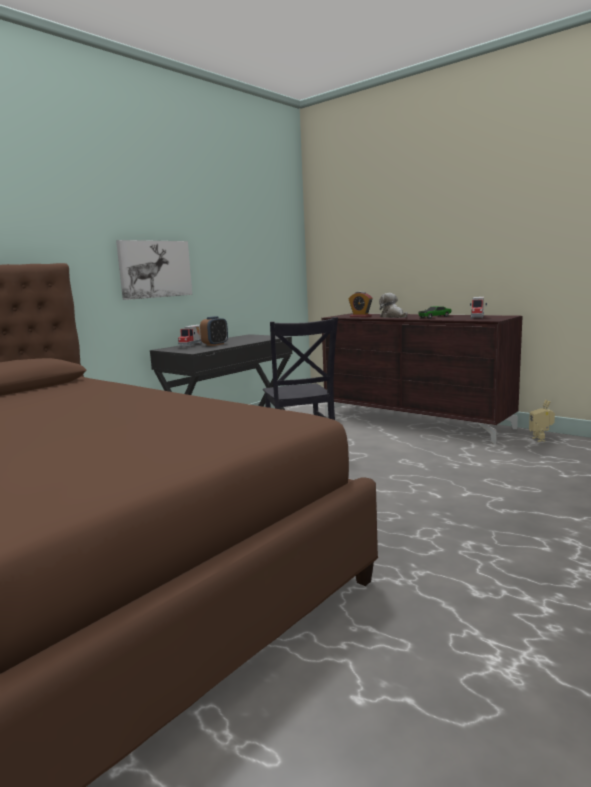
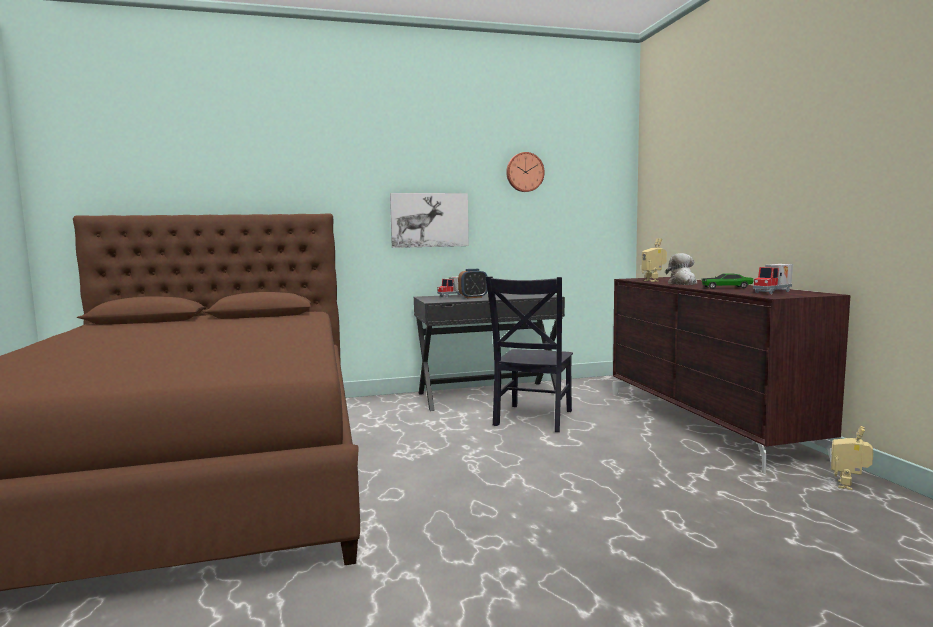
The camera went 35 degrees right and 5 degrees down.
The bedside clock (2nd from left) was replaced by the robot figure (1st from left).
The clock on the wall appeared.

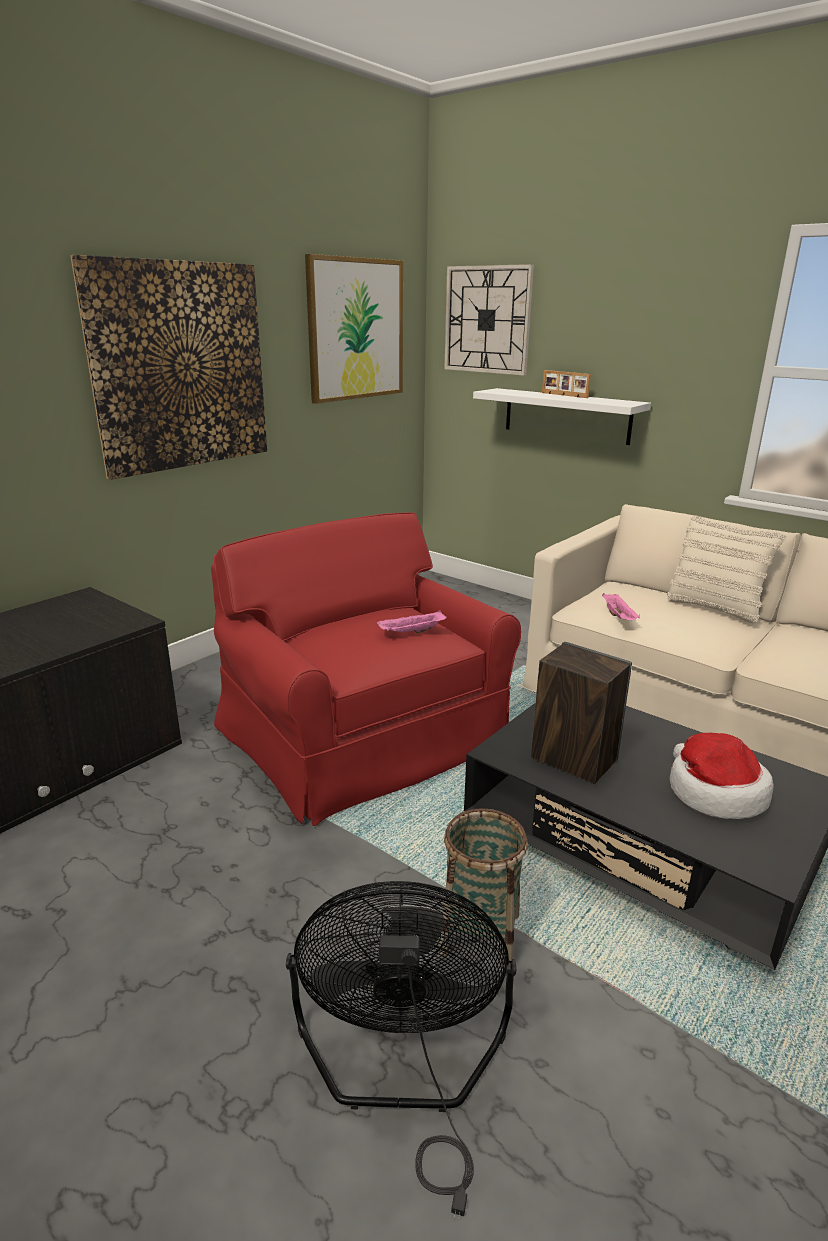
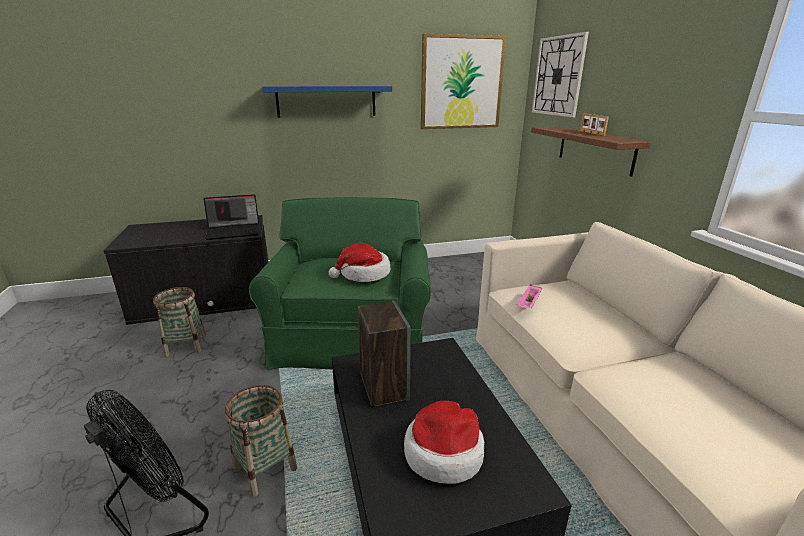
The camera went 35 degrees right and 0 degrees up.
The wall picture (1st from left) was replaced by the blue bracket shelf.
The red-coloured armchair became the green armchair.
The pink-coloured serving tray (1st from left) was replaced by the clothing hat (1st from left).
The white bracket shelf became the brown-coloured bracket shelf.
The beige throw pillow disappeared.
The basket (1st from left) appeared.
The portable computer appeared.

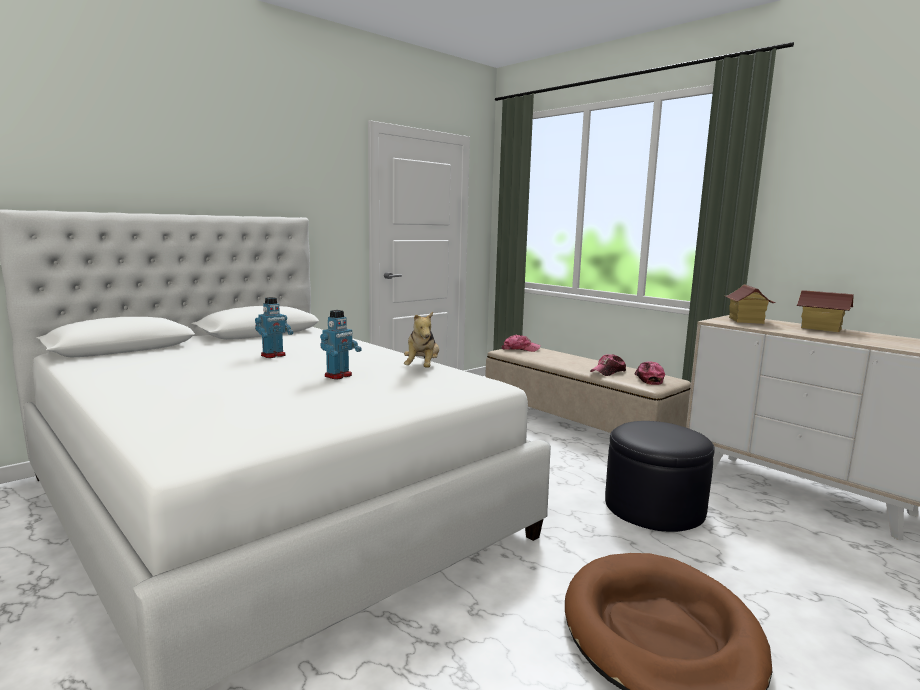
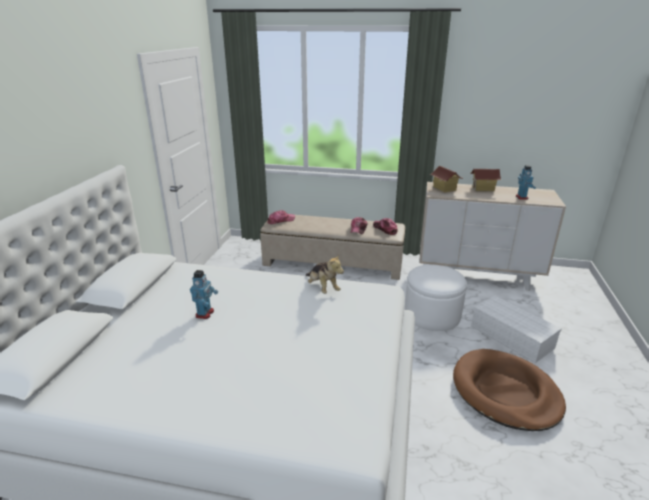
The camera went 35 degrees left and 15 degrees up.
The robot figure (2nd from left) moved.
The blackish footrest became the white footrest.
The white storage box appeared.

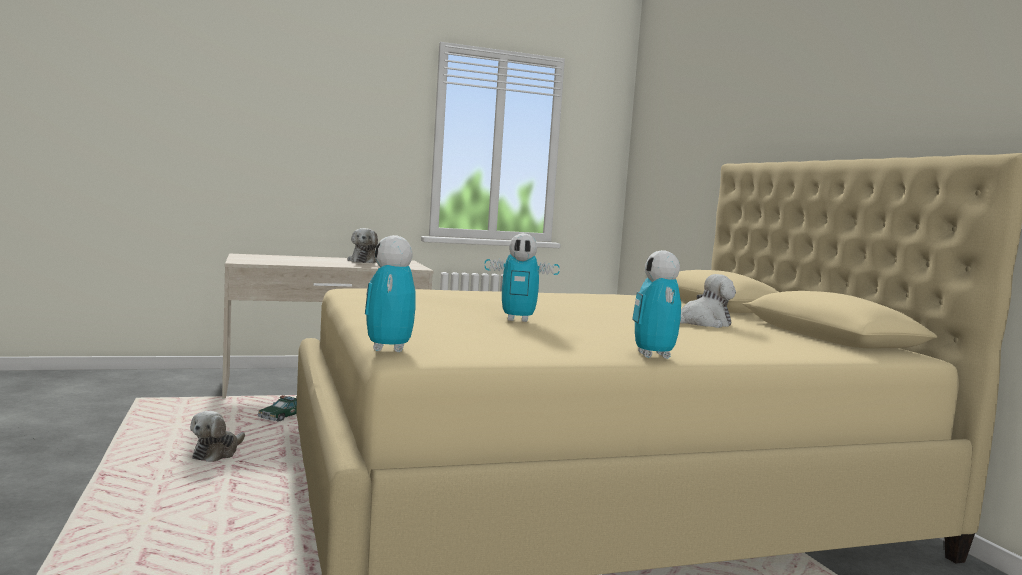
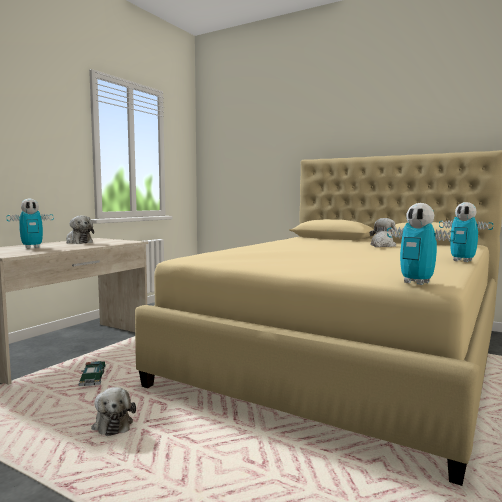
The camera went 40 degrees left and 0 degrees up.
The robot figure (2nd from left in the first image) moved.

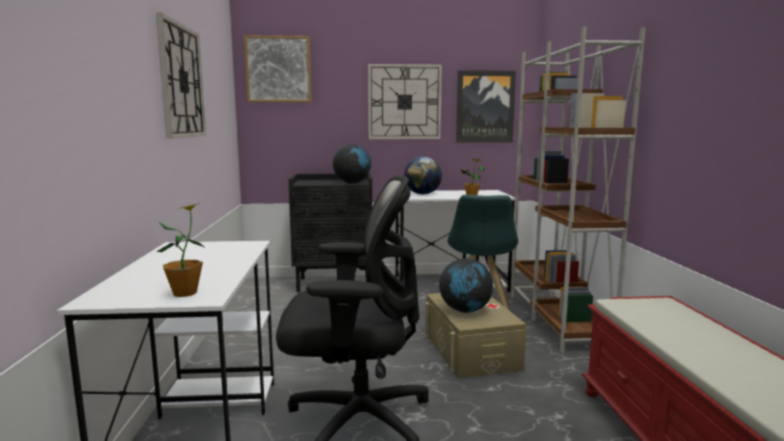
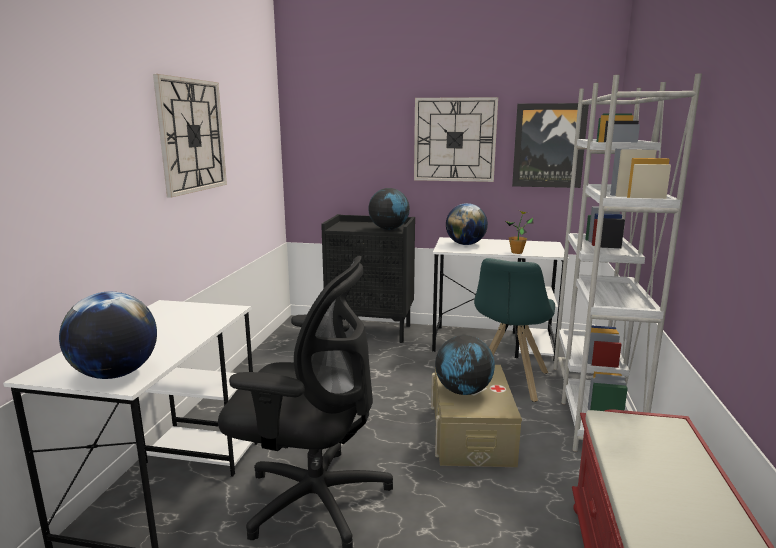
The camera went 15 degrees right and 5 degrees up.
The houseplant (1st from left) was replaced by the world globe (1st from left).
The wall picture (1st from left) disappeared.
The brown-coloured bookshelf became the white bookshelf.

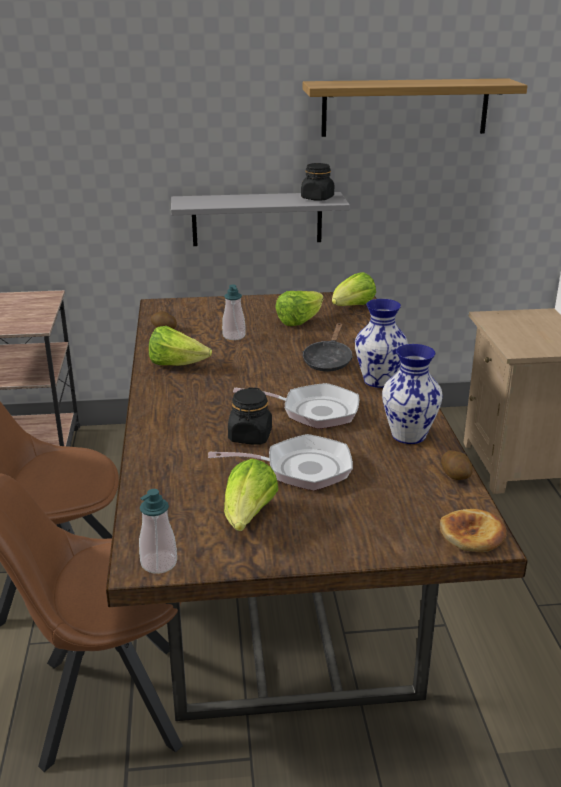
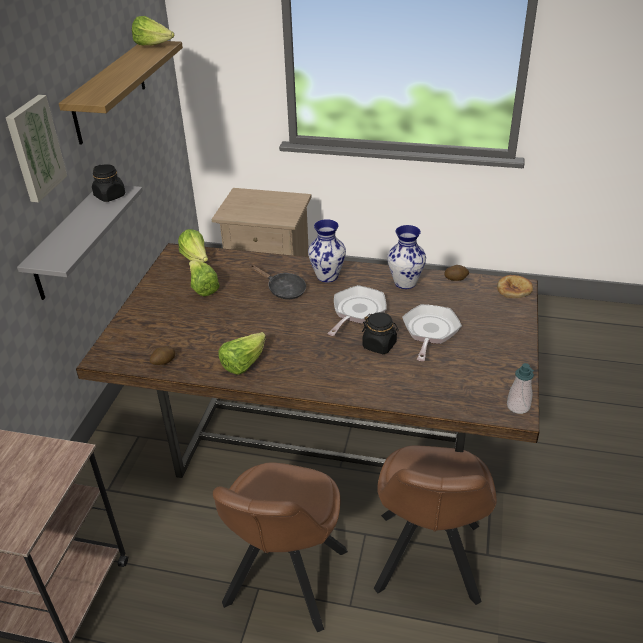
The camera went 70 degrees left and 10 degrees up.
The liquid soap bottle (2nd from left) disappeared.
The lettuce (2nd from left in the first image) moved.
The wall picture appeared.

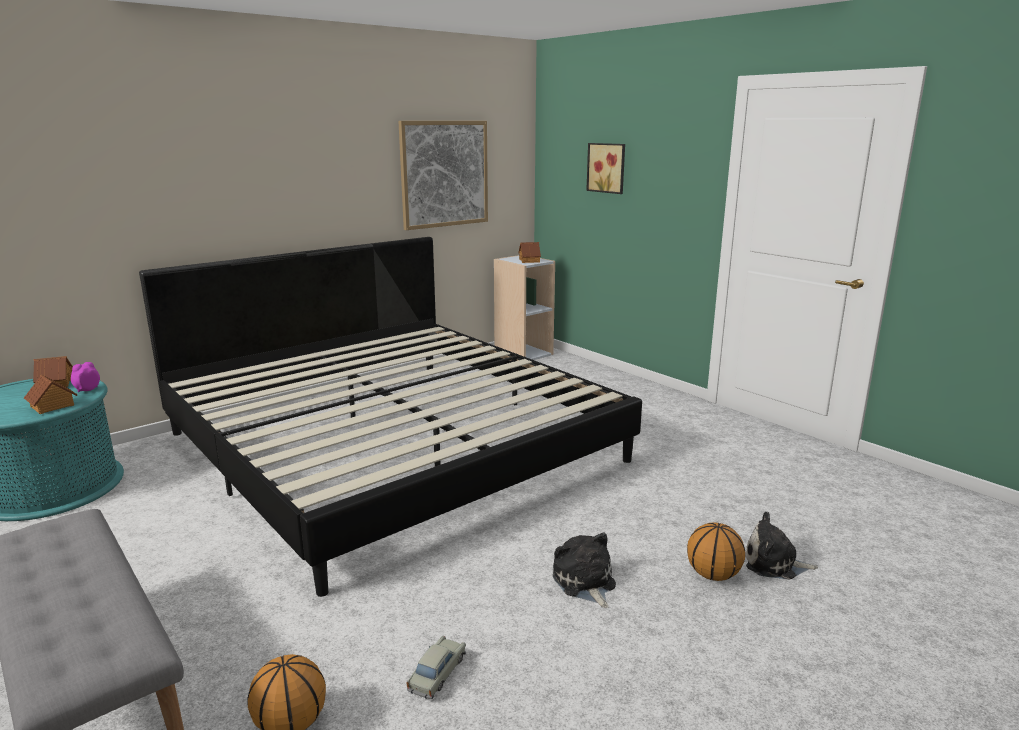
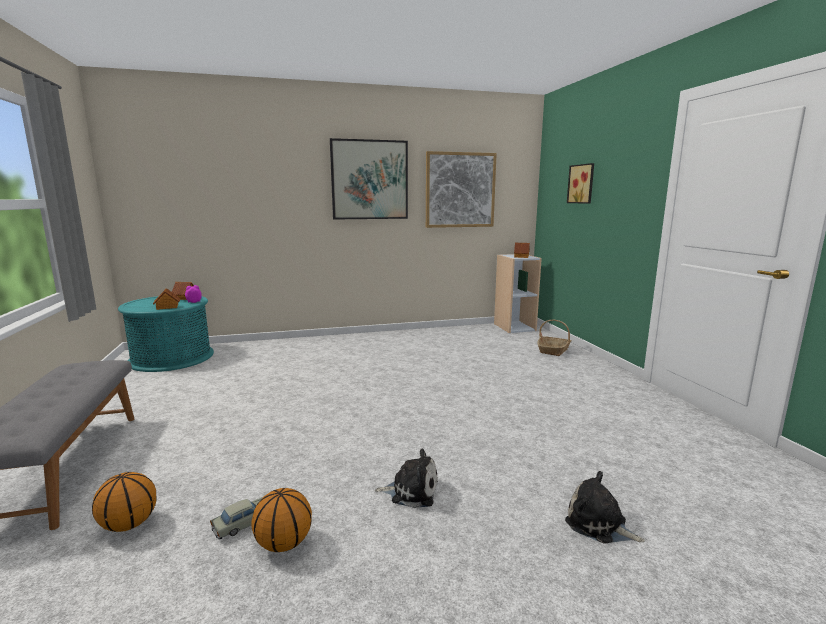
The camera went 25 degrees right and 5 degrees down.
The bed disappeared.
The plush toy (1st from left) turned 90 degrees clockwise.
The basketball ball (2nd from left) moved.
The wall picture (1st from left) appeared.
The basket appeared.

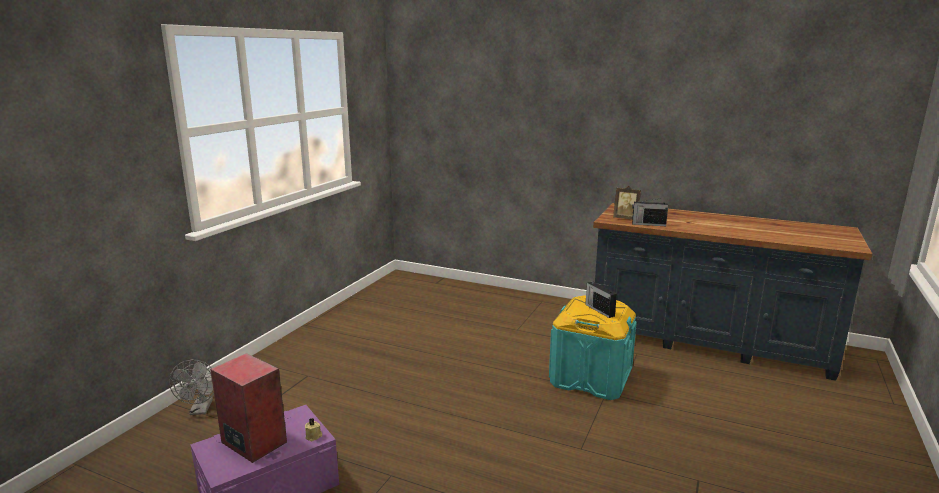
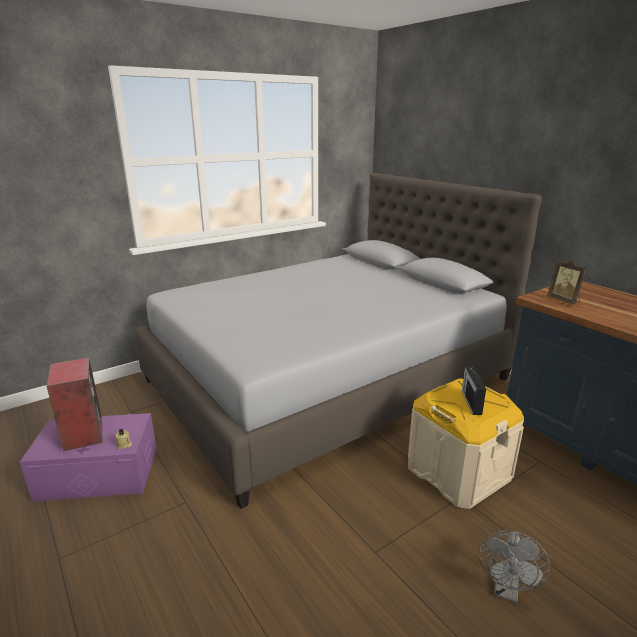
The camera went 30 degrees right and 5 degrees up.
The grey fan moved.
The turquoise-coloured storage box became the beige storage box.
The radio set (2nd from left) disappeared.
The grey bed appeared.

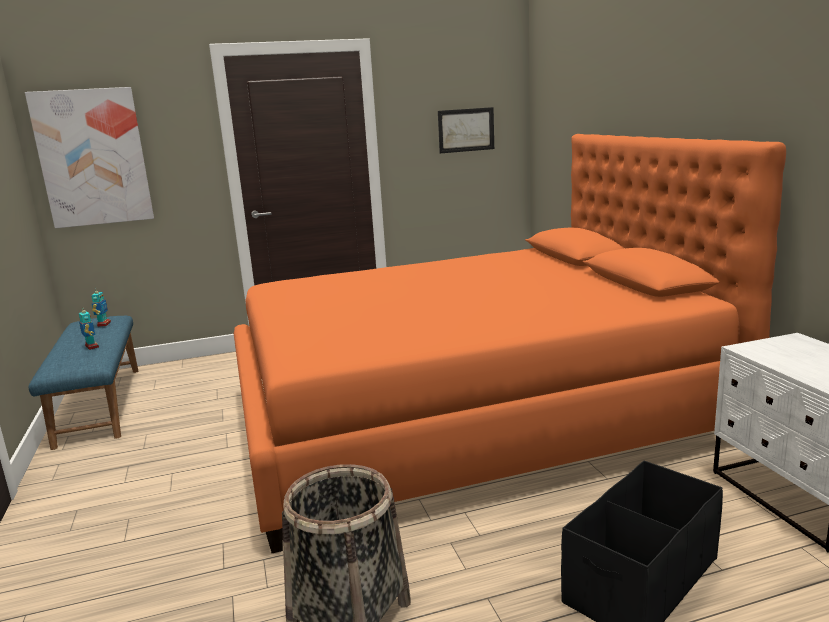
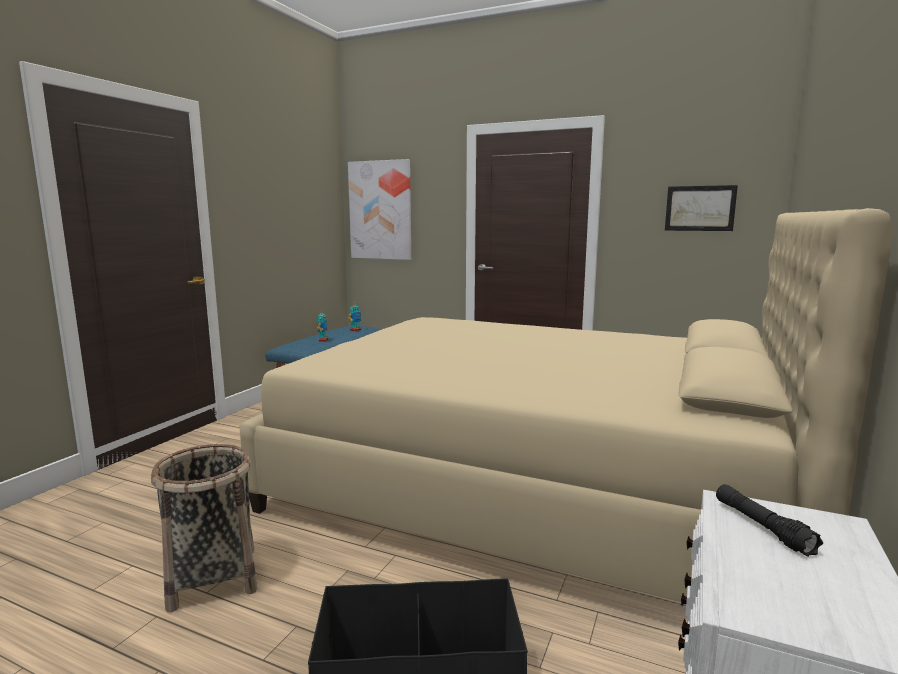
The camera went 40 degrees right and 5 degrees down.
The orange bed became the beige bed.
The blackish hand torch appeared.

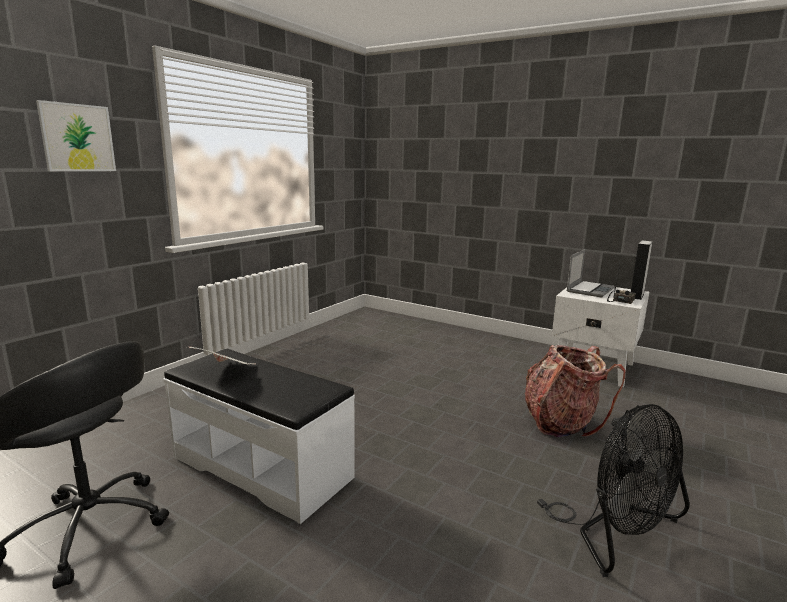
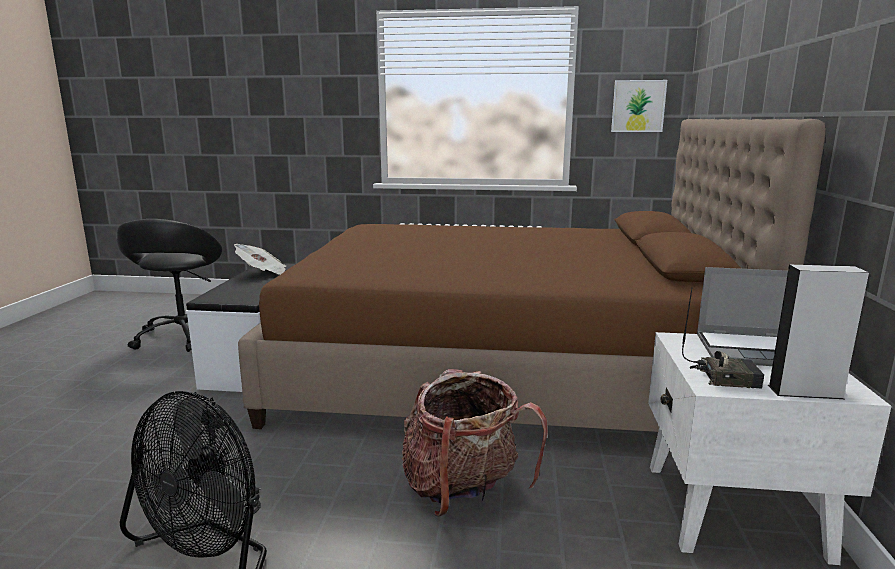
The camera went 65 degrees right and 0 degrees up.
The wall picture moved.
The brown-coloured bed appeared.

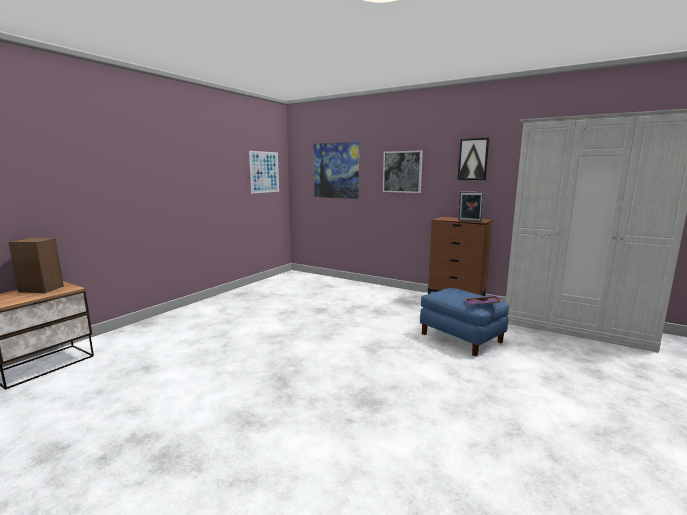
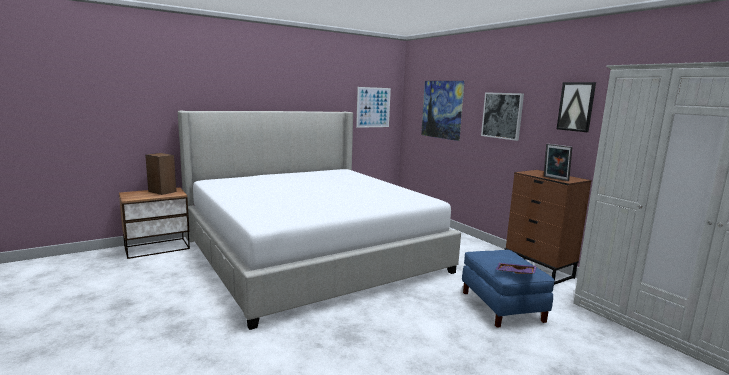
The camera went 25 degrees right and 0 degrees up.
The bed appeared.

